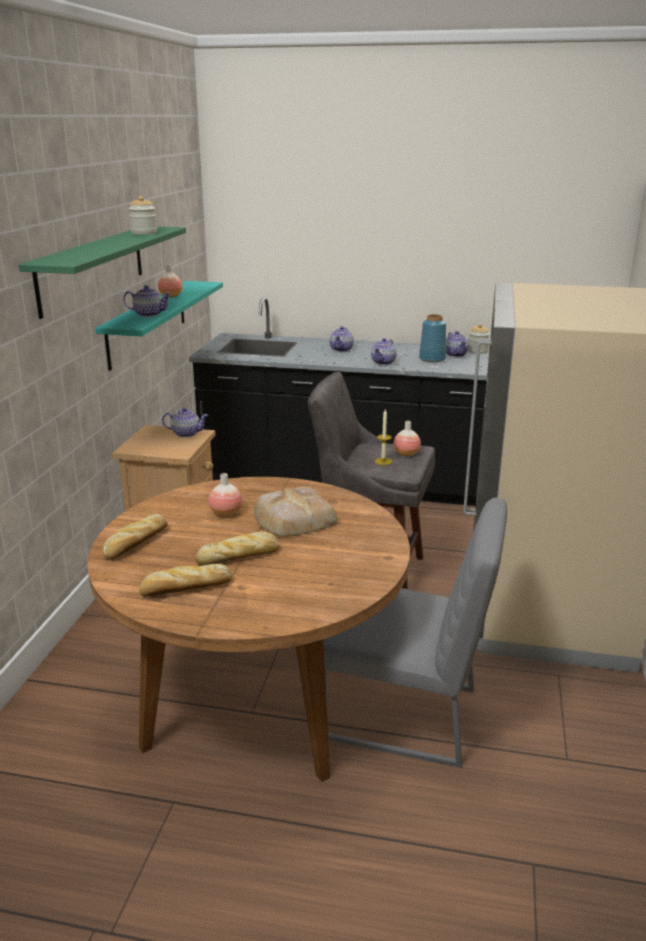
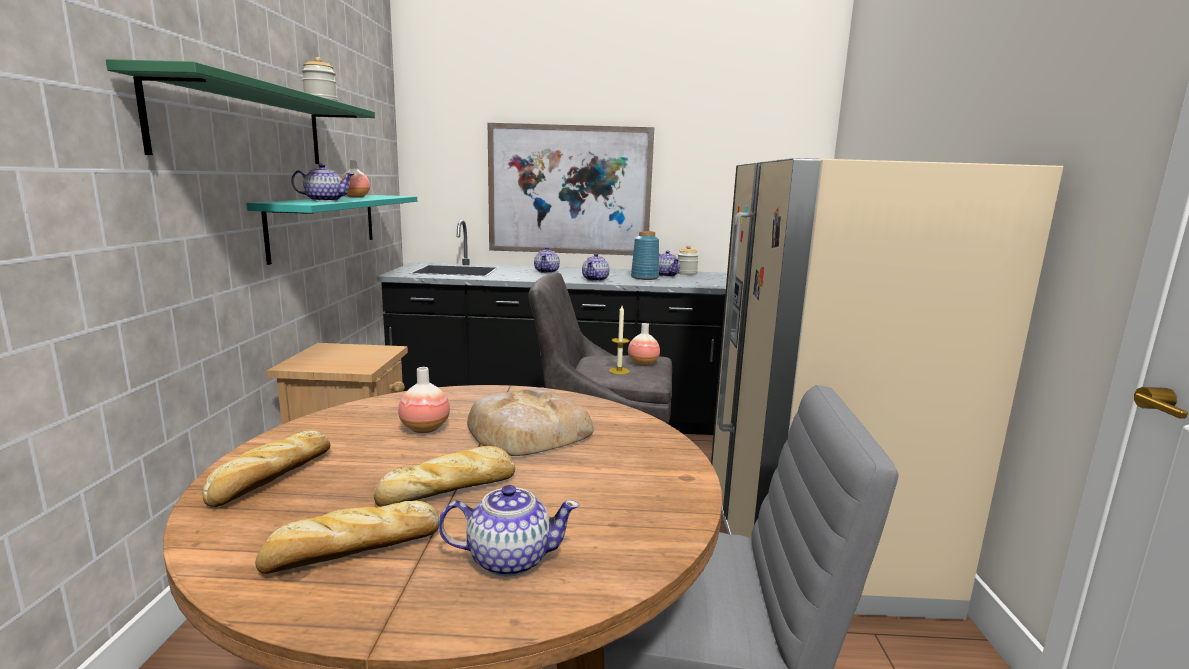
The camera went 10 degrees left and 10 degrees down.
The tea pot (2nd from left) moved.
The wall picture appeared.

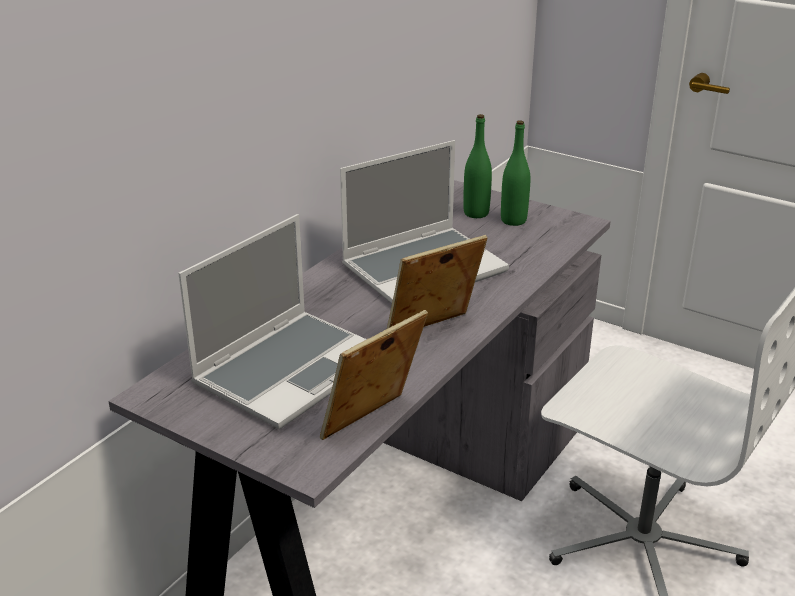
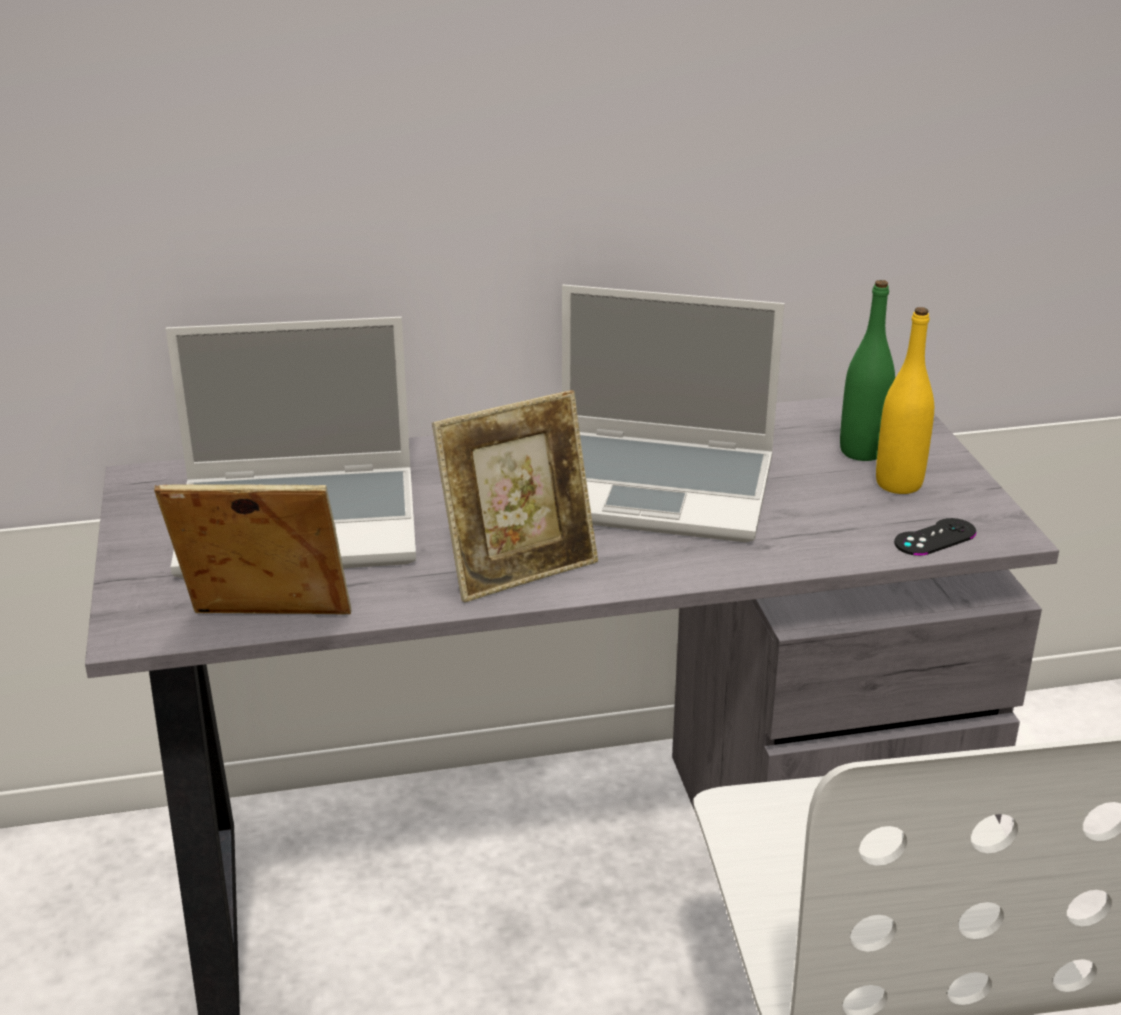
The camera went 45 degrees right and 0 degrees up.
The photo frame (2nd from left) turned 135 degrees clockwise.
The green drink bottle (2nd from left) became the yellow drink bottle.
The blackish gamepad appeared.

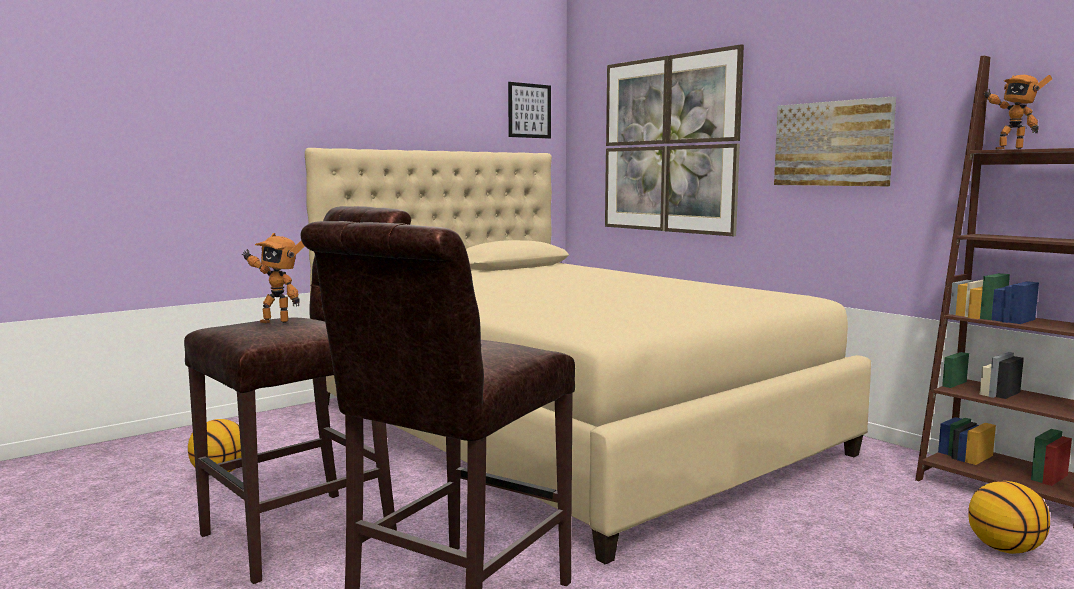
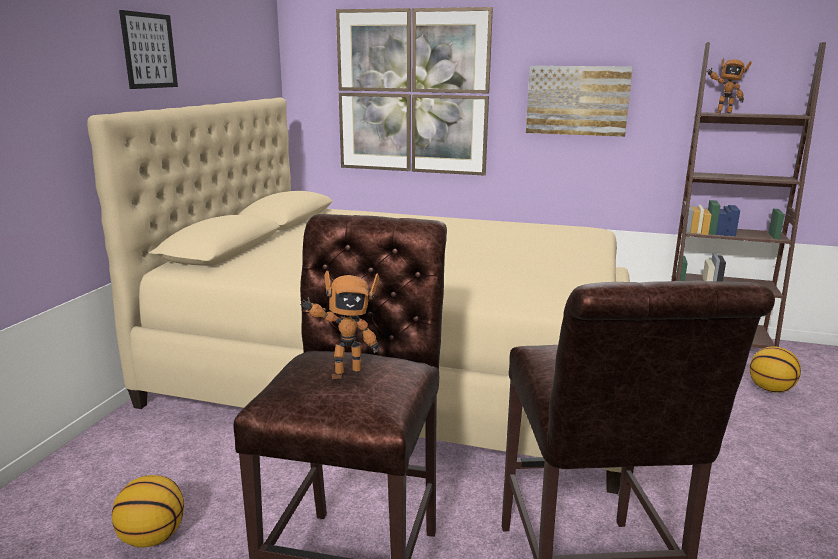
The camera went 35 degrees left and 10 degrees up.
The wall picture (1st from left) moved.

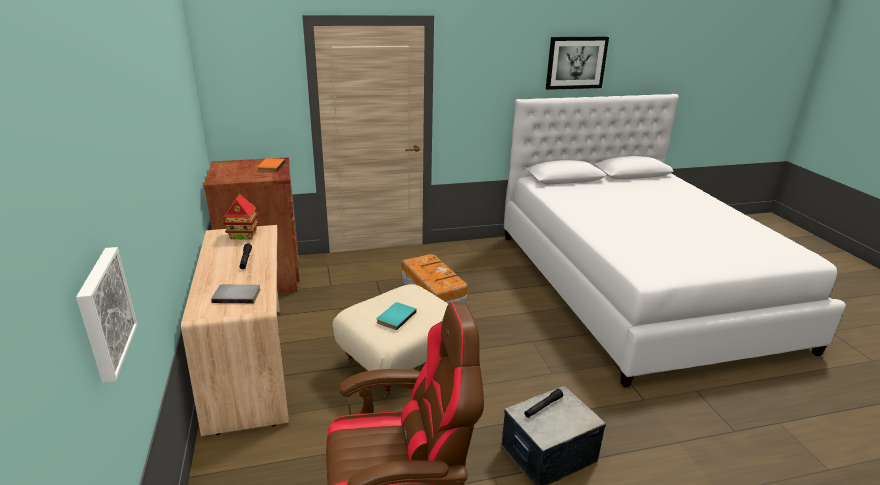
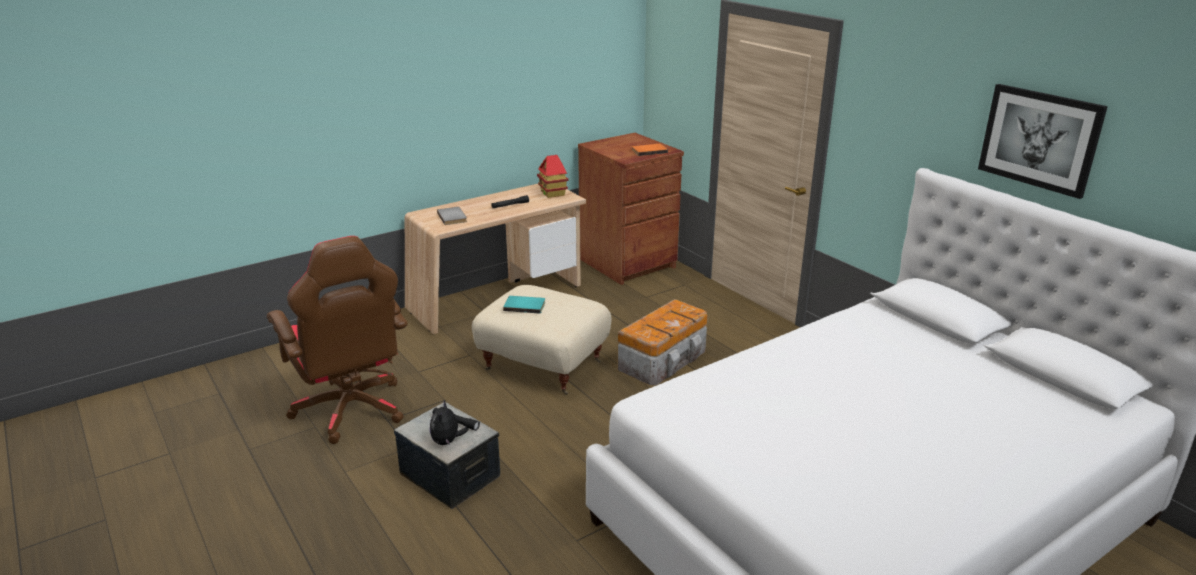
The camera went 70 degrees right and 0 degrees up.
The wall picture (1st from left) disappeared.
The plush toy appeared.

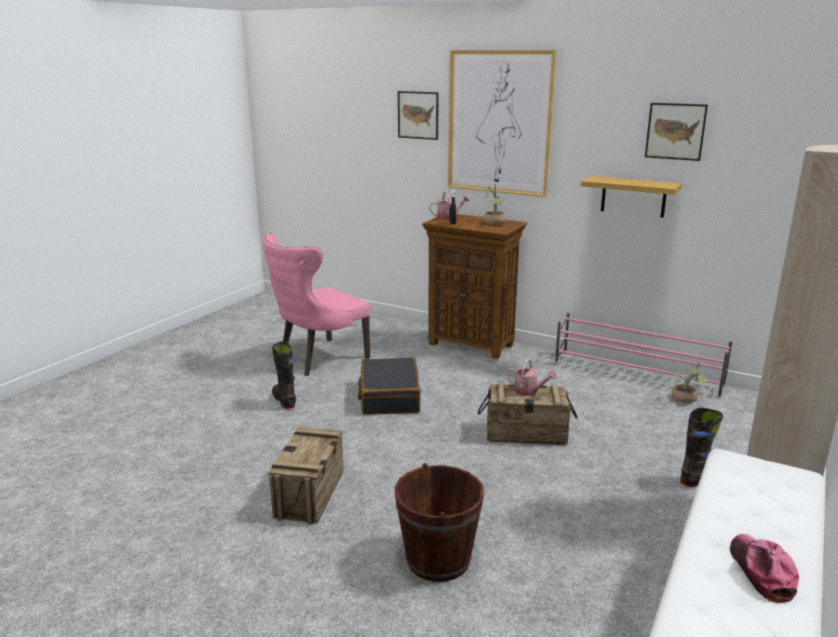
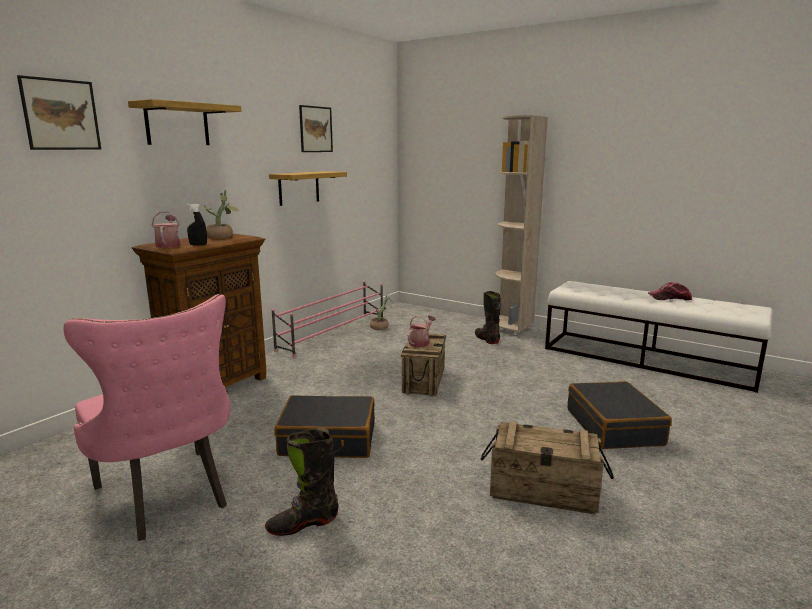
The camera went 85 degrees left and 5 degrees down.
The brown-coloured water bucket was replaced by the blackish suitcase (2nd from left).
The wall picture (2nd from left) was replaced by the bracket shelf (1st from left).

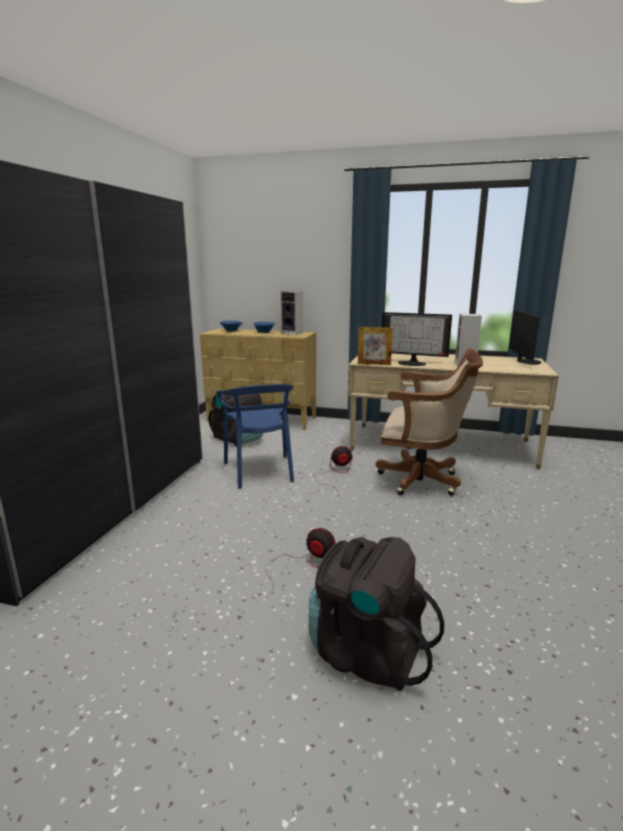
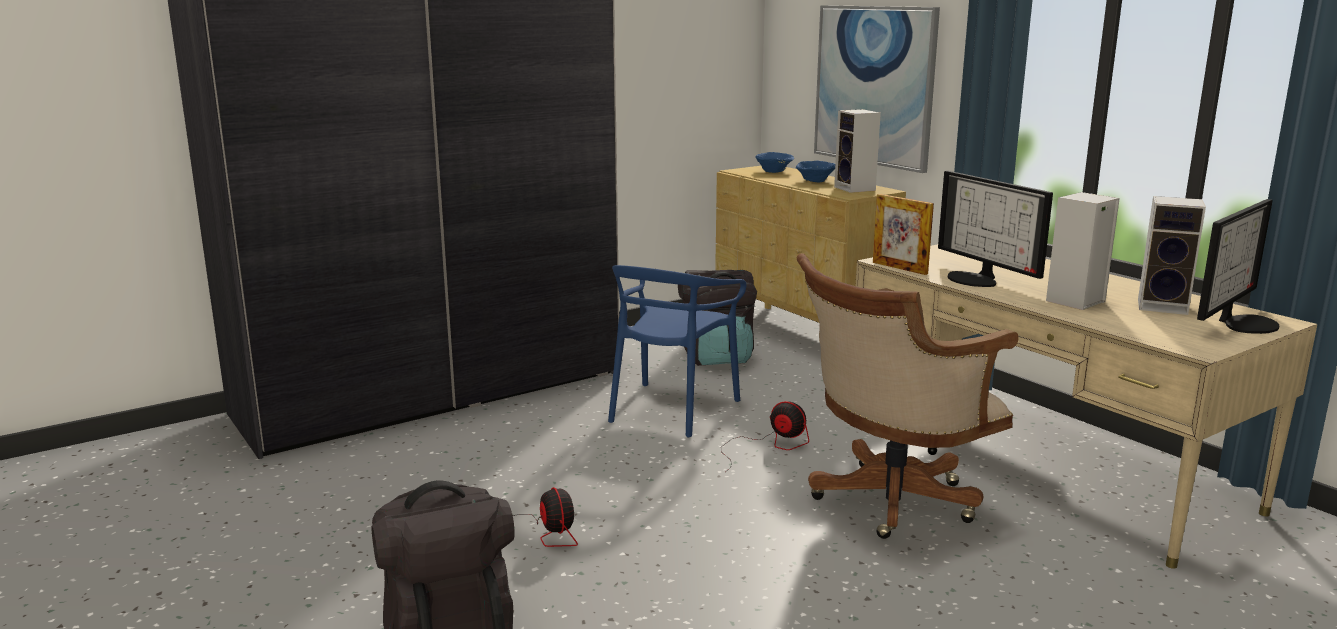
The camera went 40 degrees right and 0 degrees up.
The office chair turned 90 degrees clockwise.
The wall picture appeared.
The audio speaker (3rd from left) appeared.

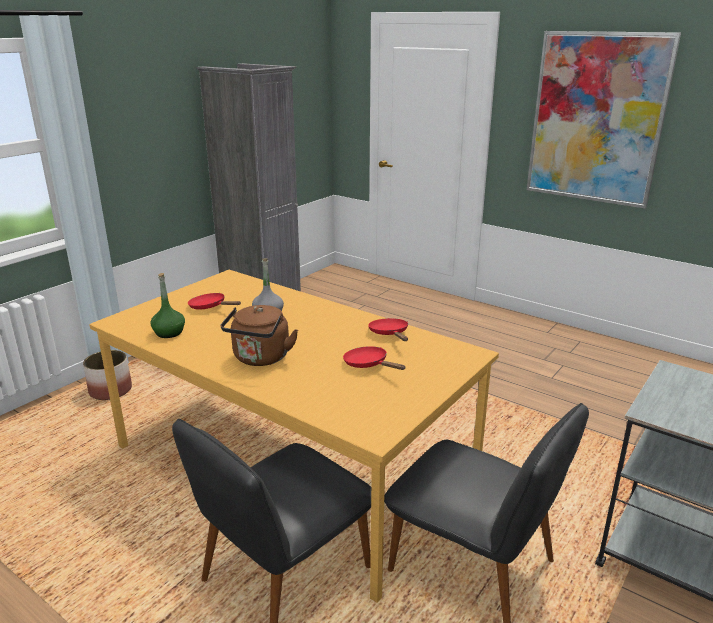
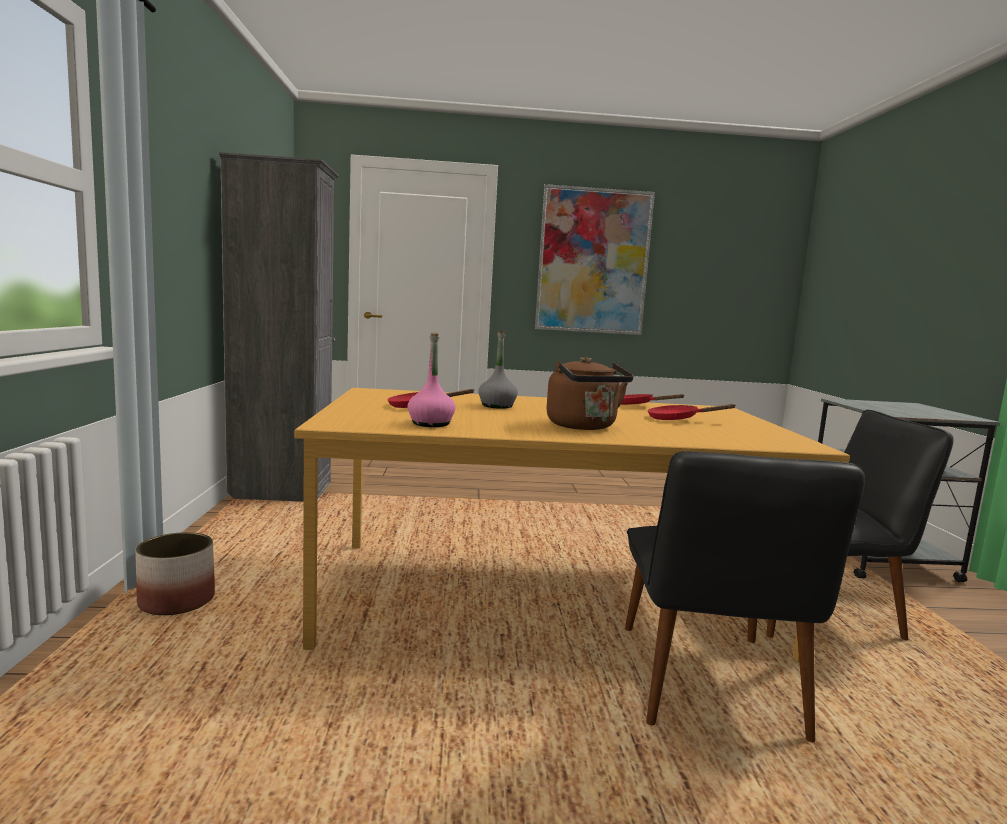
The camera went 40 degrees left and 15 degrees down.
The green drink bottle became the pink-coloured drink bottle.

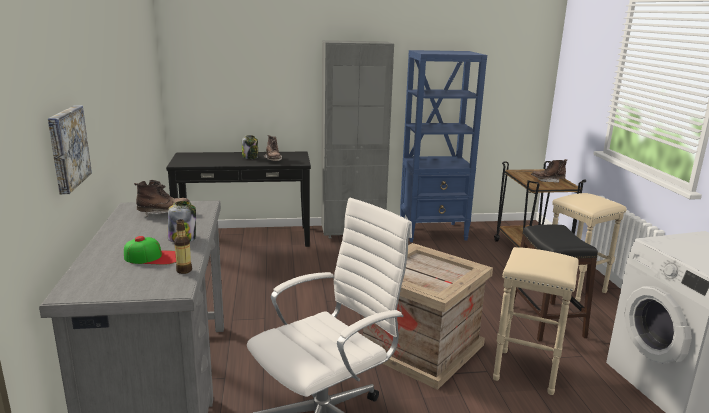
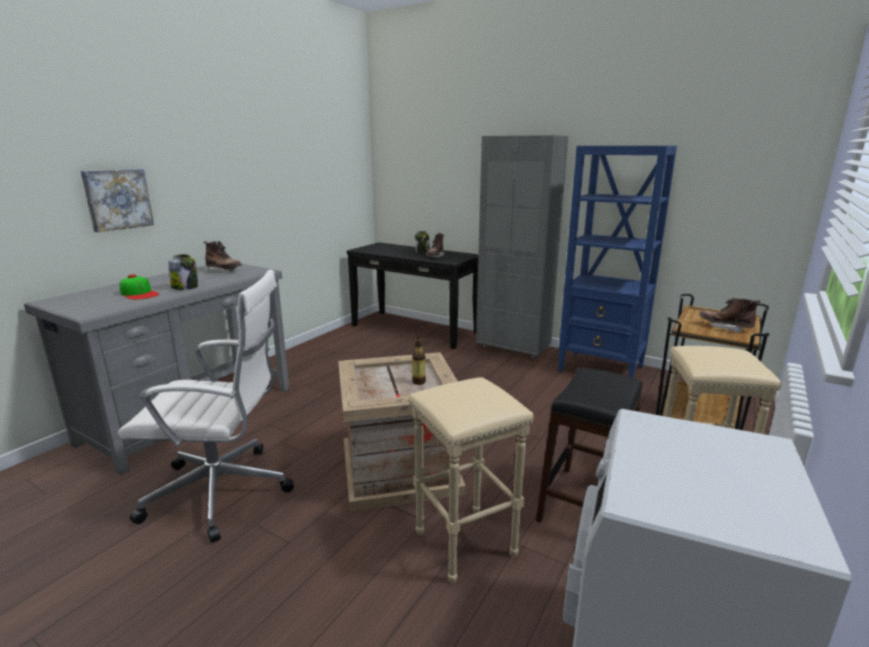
The camera went 40 degrees right and 0 degrees up.
The drink bottle moved.

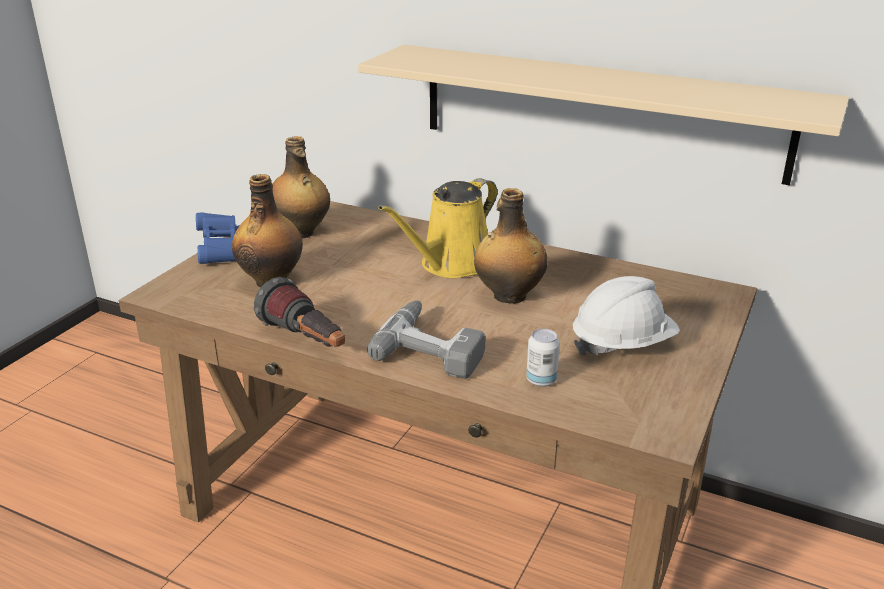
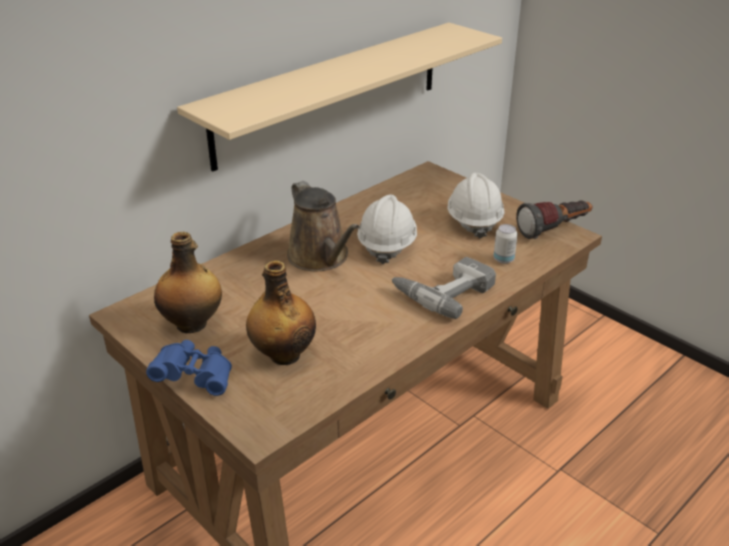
The camera went 70 degrees left and 5 degrees up.
The hand torch moved.
The yellow sprinkling can became the brown-coloured sprinkling can.
The drink bottle (3rd from left) was replaced by the white safety helmet (1st from left).

